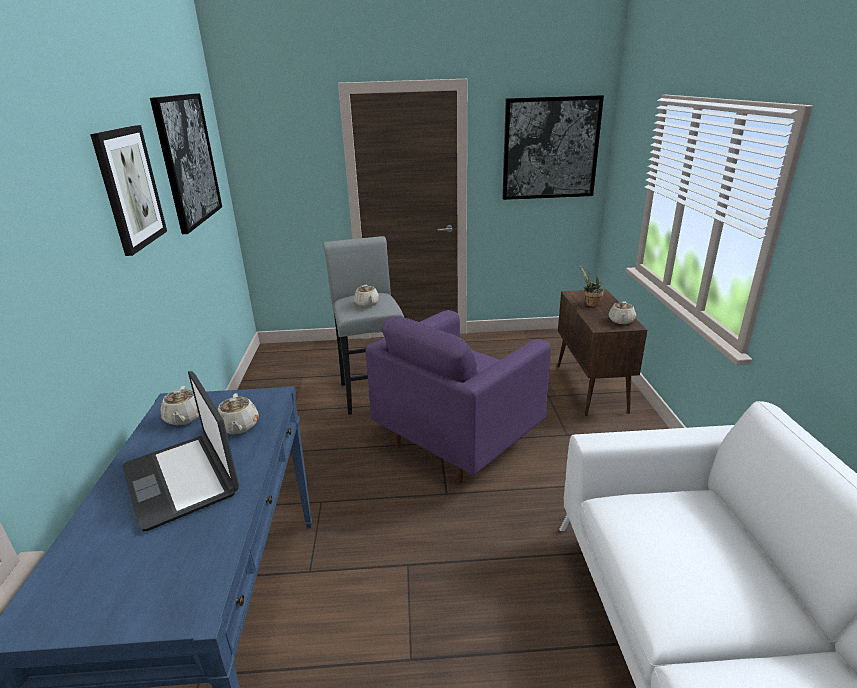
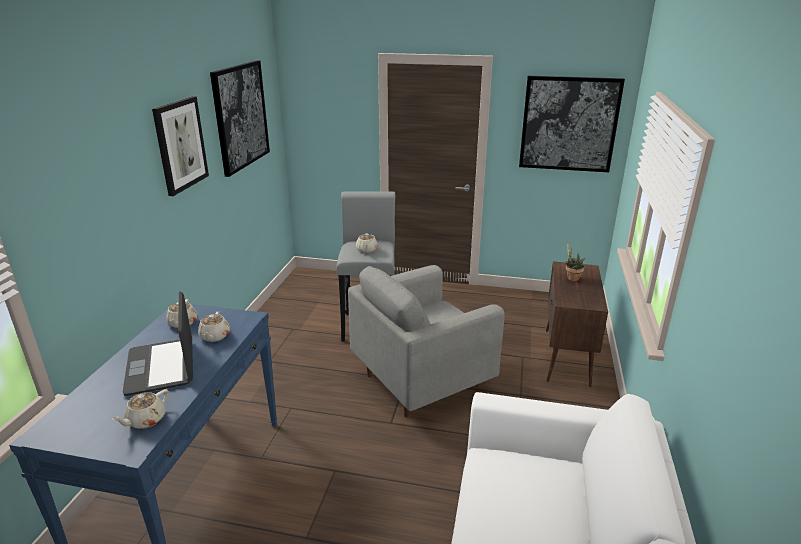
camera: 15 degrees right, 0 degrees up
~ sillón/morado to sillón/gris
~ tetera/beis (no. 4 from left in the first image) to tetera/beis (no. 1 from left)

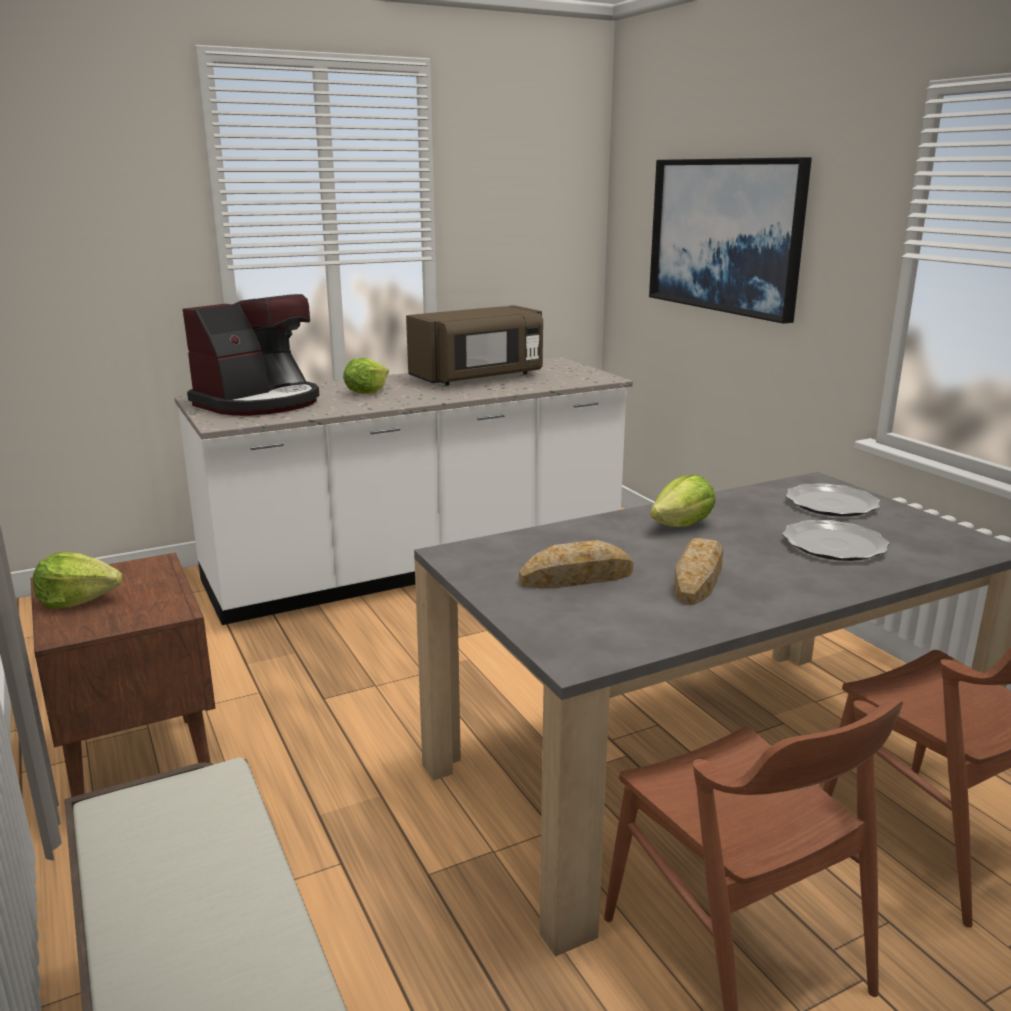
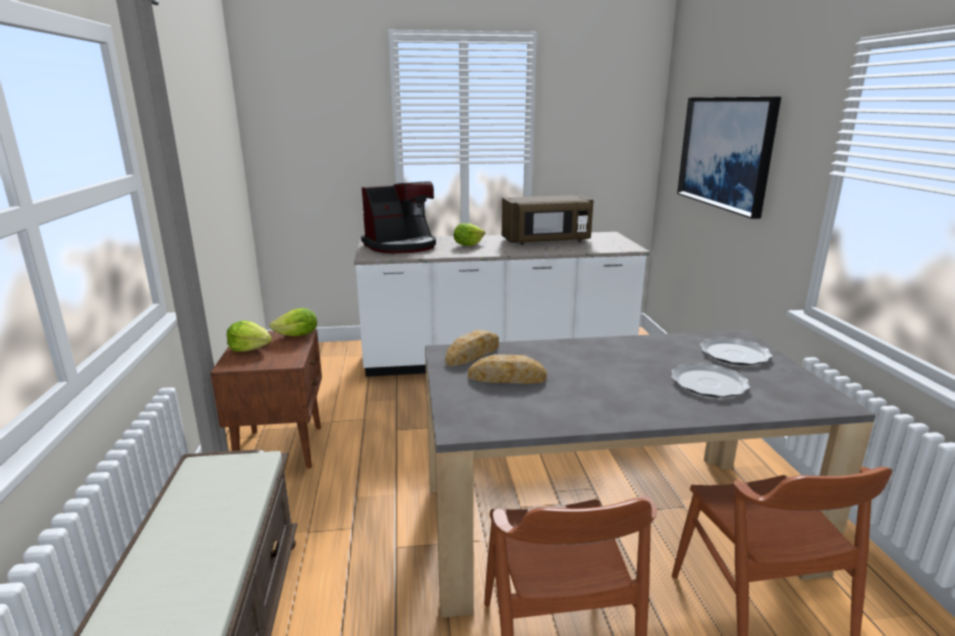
camera: 20 degrees right, 0 degrees up
~ lechuga (no. 3 from left in the first image) to lechuga (no. 2 from left)
~ pan (no. 2 from left in the first image) to pan (no. 1 from left)

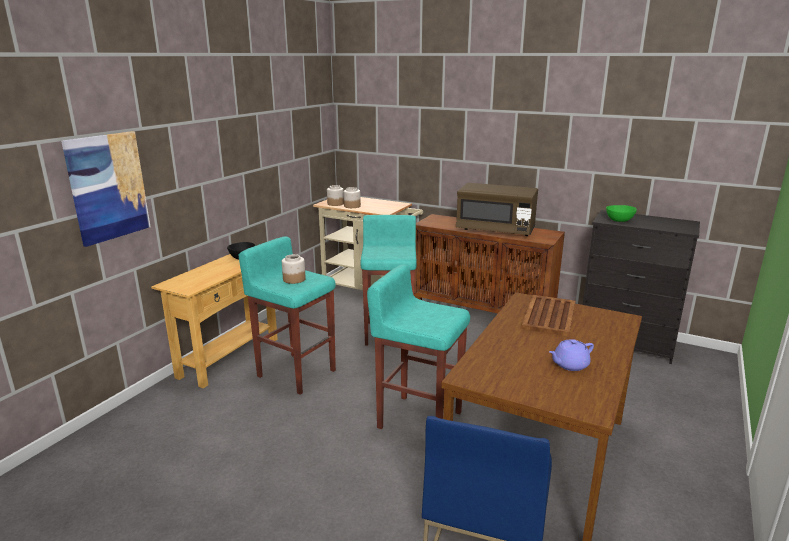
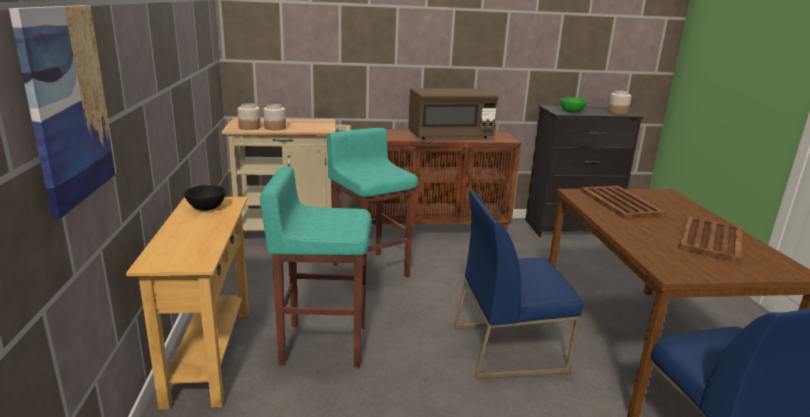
camera: 35 degrees left, 0 degrees up
~ tarro (no. 1 from left in the first image) to tarro (no. 3 from left)
~ taburete/turquesa (no. 3 from left) to silla/azul (no. 1 from left)
~ tetera/morado to bandeja/marrón (no. 2 from left)

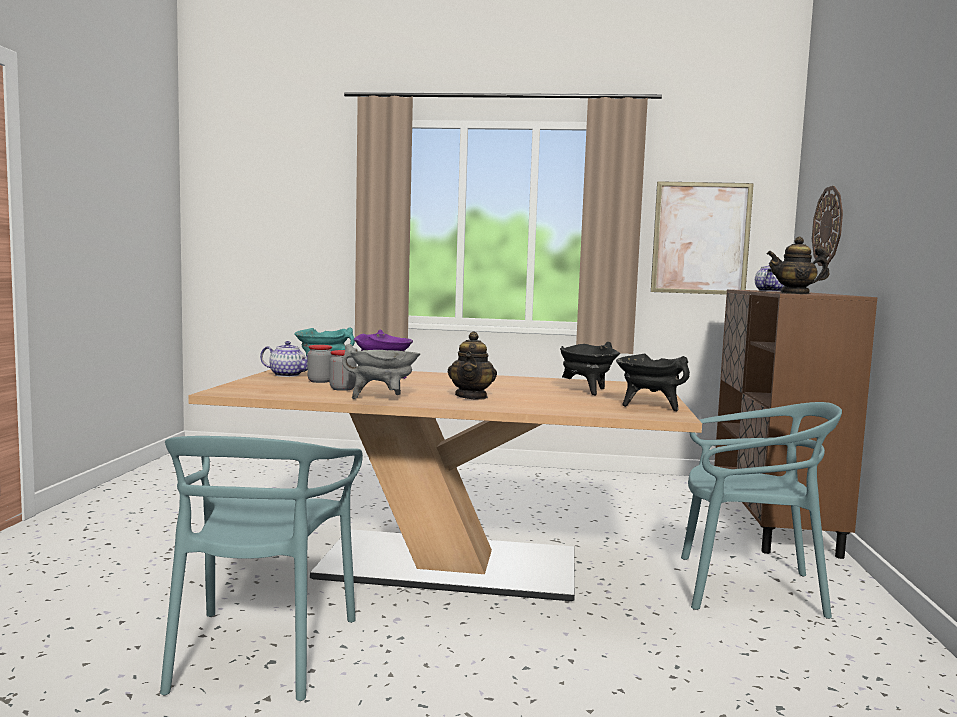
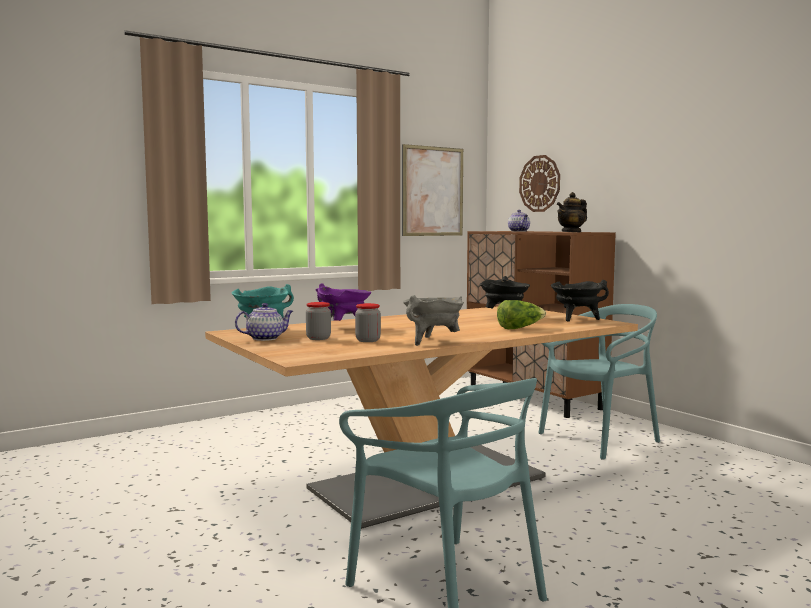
camera: 40 degrees left, 0 degrees up
- tetera (no. 2 from left)
+ lechuga

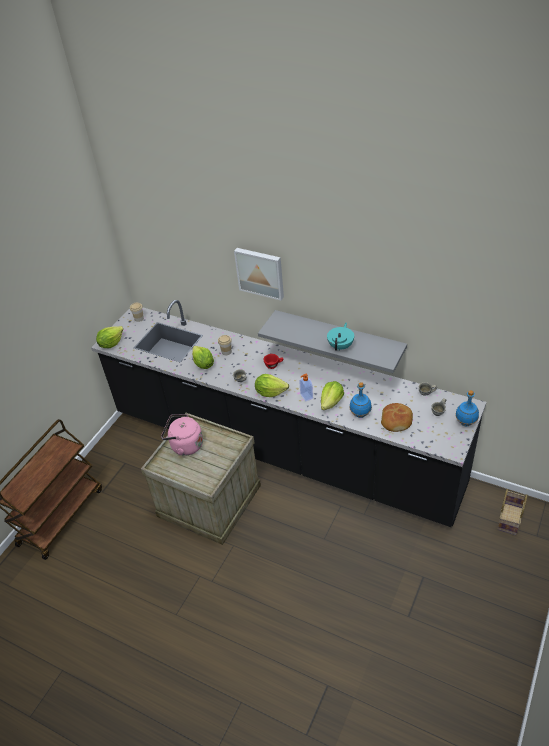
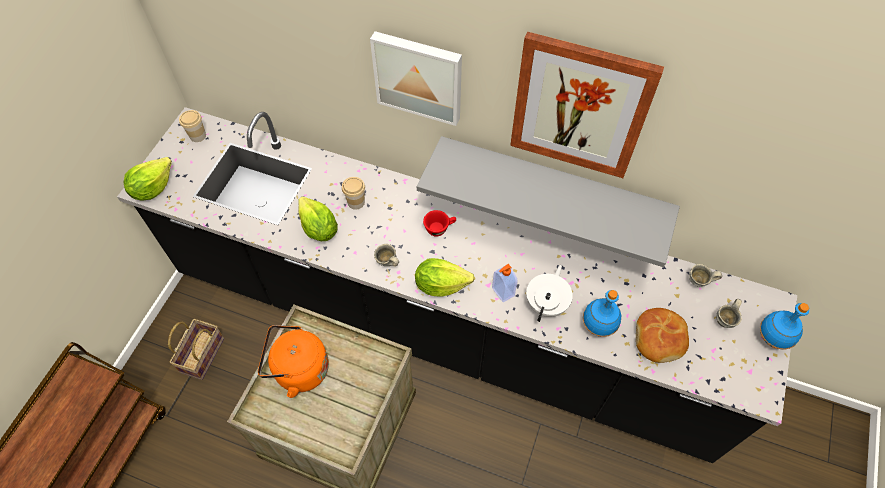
camera: 10 degrees left, 15 degrees up
~ hervidor/rosa to hervidor/naranja
~ lechuga (no. 4 from left) to tetera/blanco
- tetera/turquesa
~ cesta
+ cuadro (no. 2 from left)

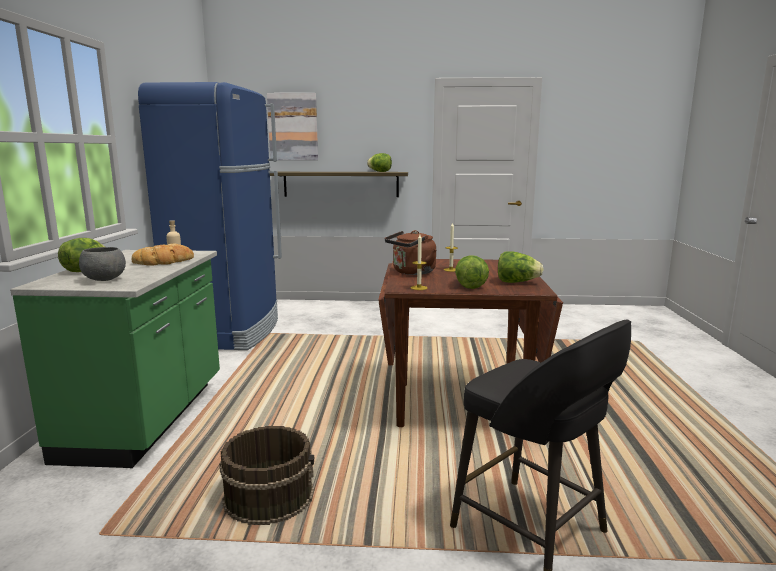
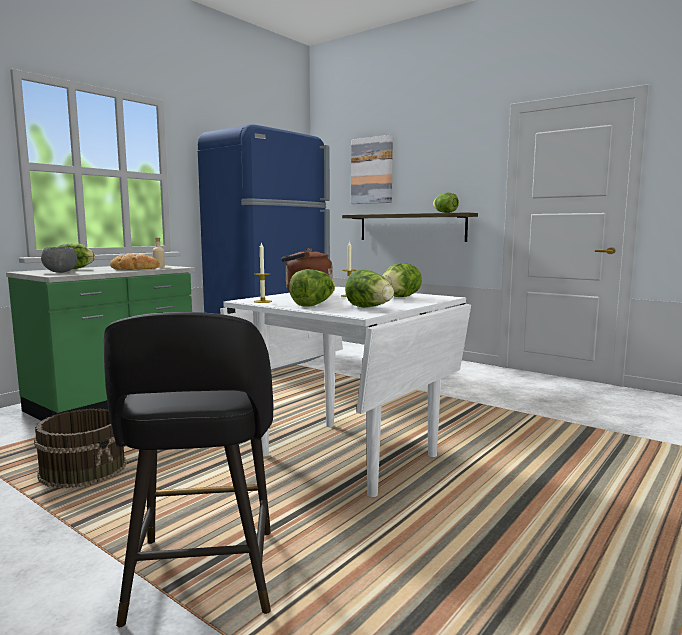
camera: 35 degrees right, 5 degrees down
~ mesa de comedor/marrón to mesa de comedor/blanco
+ lechuga (no. 4 from left)

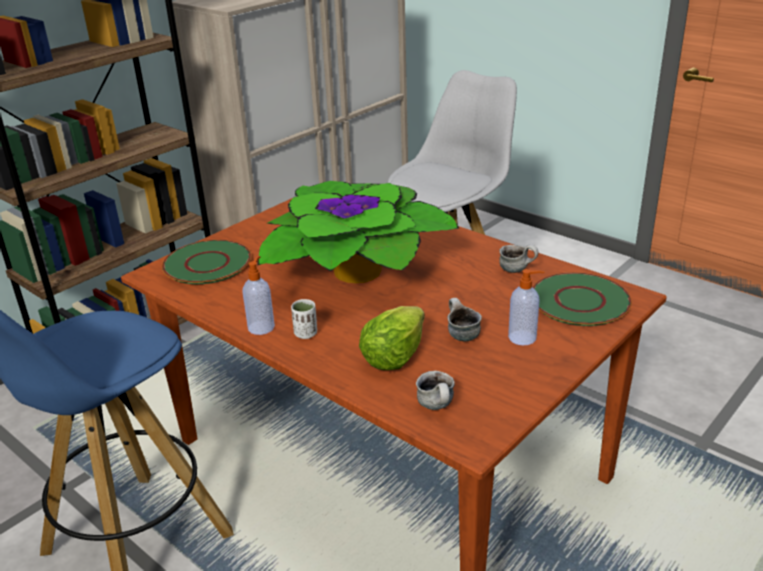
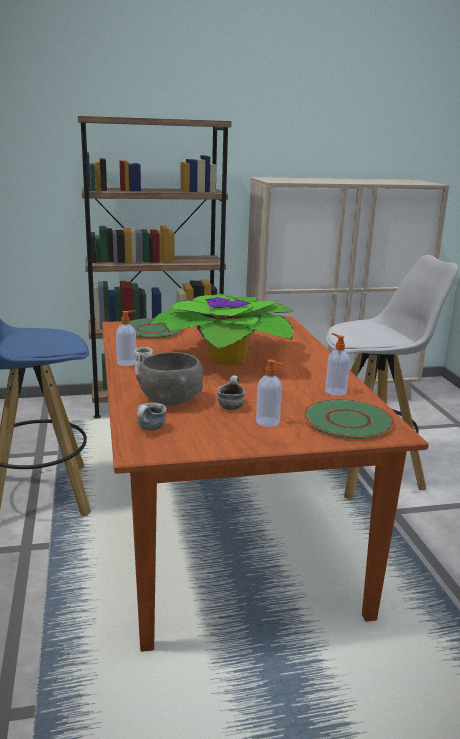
camera: 35 degrees right, 10 degrees down
~ lechuga to cuenco/gris
~ taza grande (no. 3 from left) to dispensador de jabón (no. 3 from left)

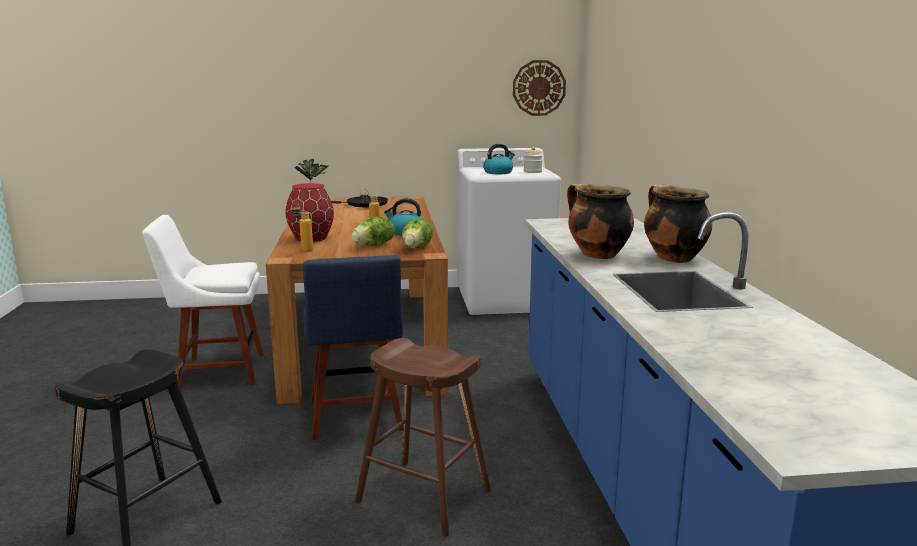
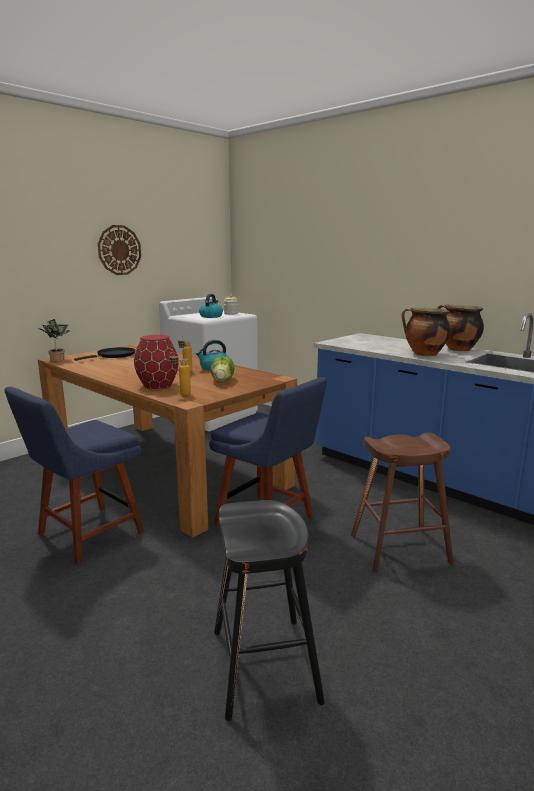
camera: 40 degrees left, 0 degrees up
~ silla/blanco to silla/azul (no. 1 from left)
- lechuga (no. 2 from left)
~ reloj de pared

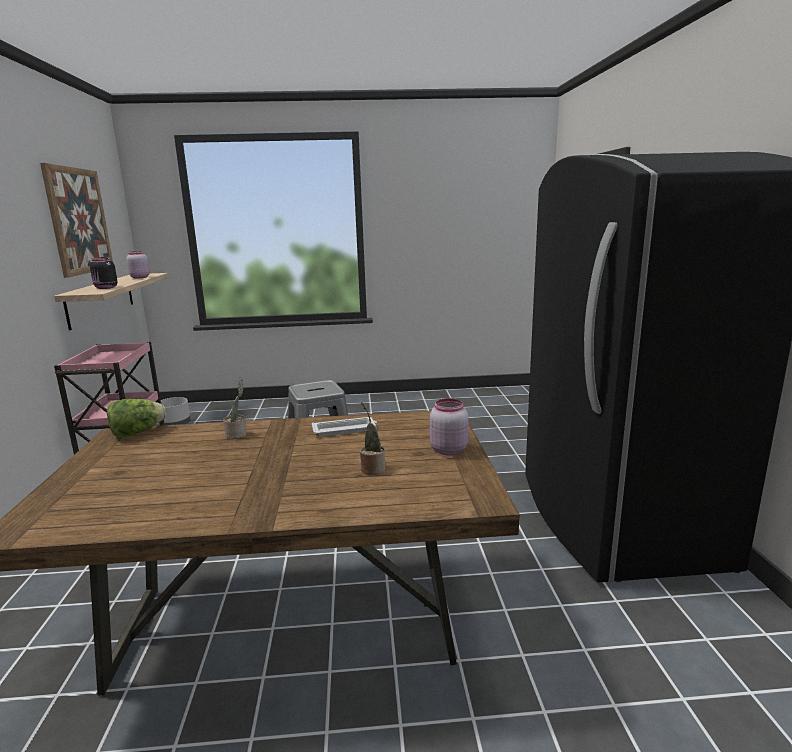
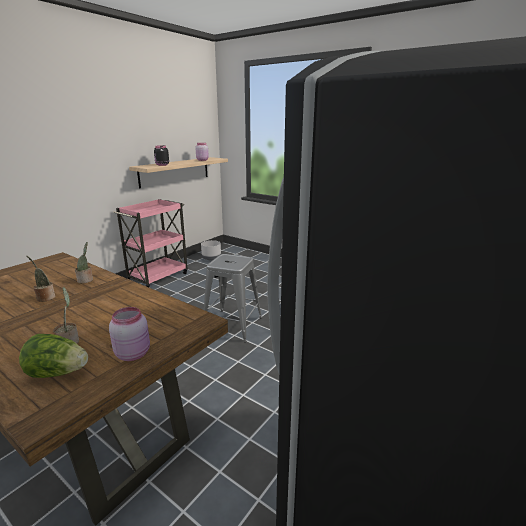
camera: 40 degrees right, 5 degrees up
- cuadro
~ lechuga
- bandeja/blanco
+ planta en maceta (no. 1 from left)

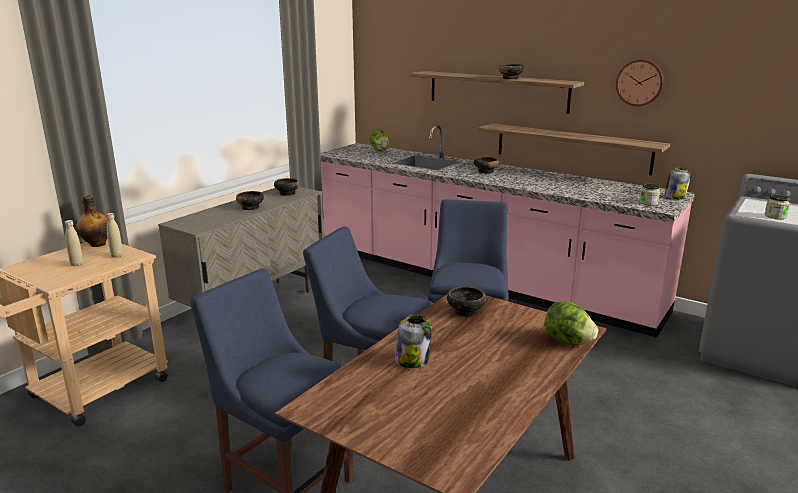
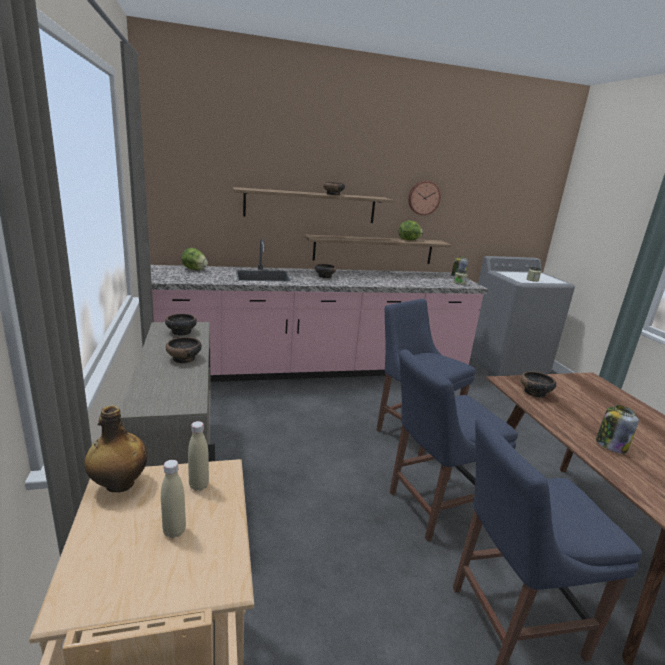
camera: 50 degrees left, 0 degrees up
~ lechuga (no. 2 from left)

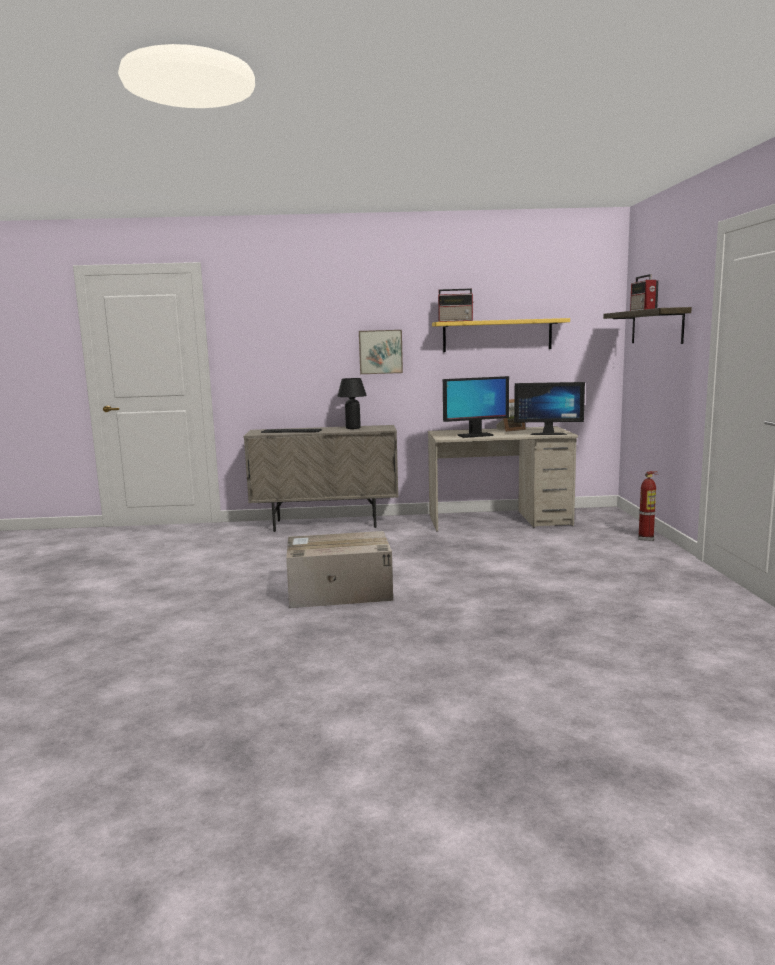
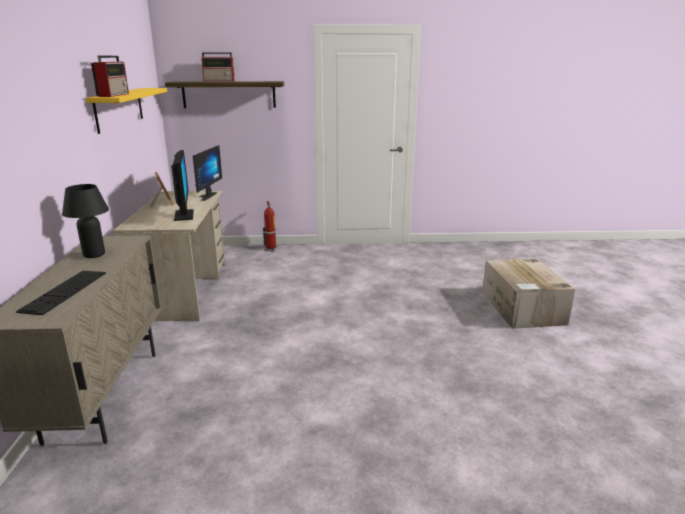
camera: 90 degrees left, 10 degrees up
~ caja de cartón
- cuadro

